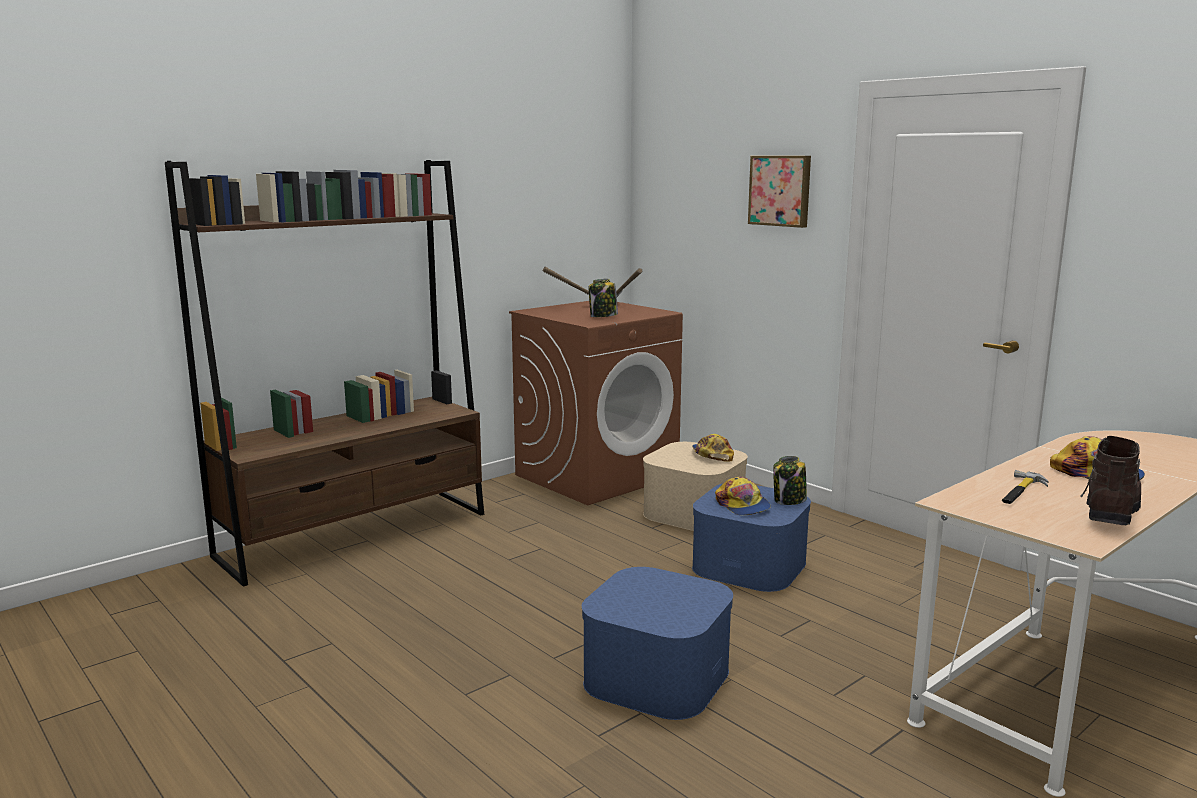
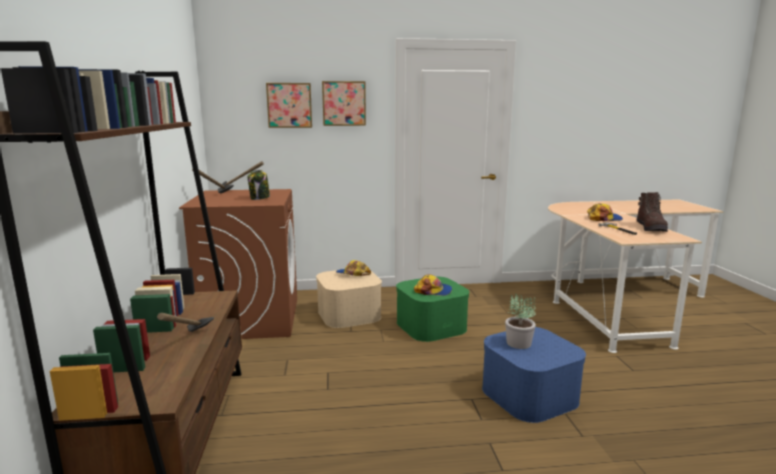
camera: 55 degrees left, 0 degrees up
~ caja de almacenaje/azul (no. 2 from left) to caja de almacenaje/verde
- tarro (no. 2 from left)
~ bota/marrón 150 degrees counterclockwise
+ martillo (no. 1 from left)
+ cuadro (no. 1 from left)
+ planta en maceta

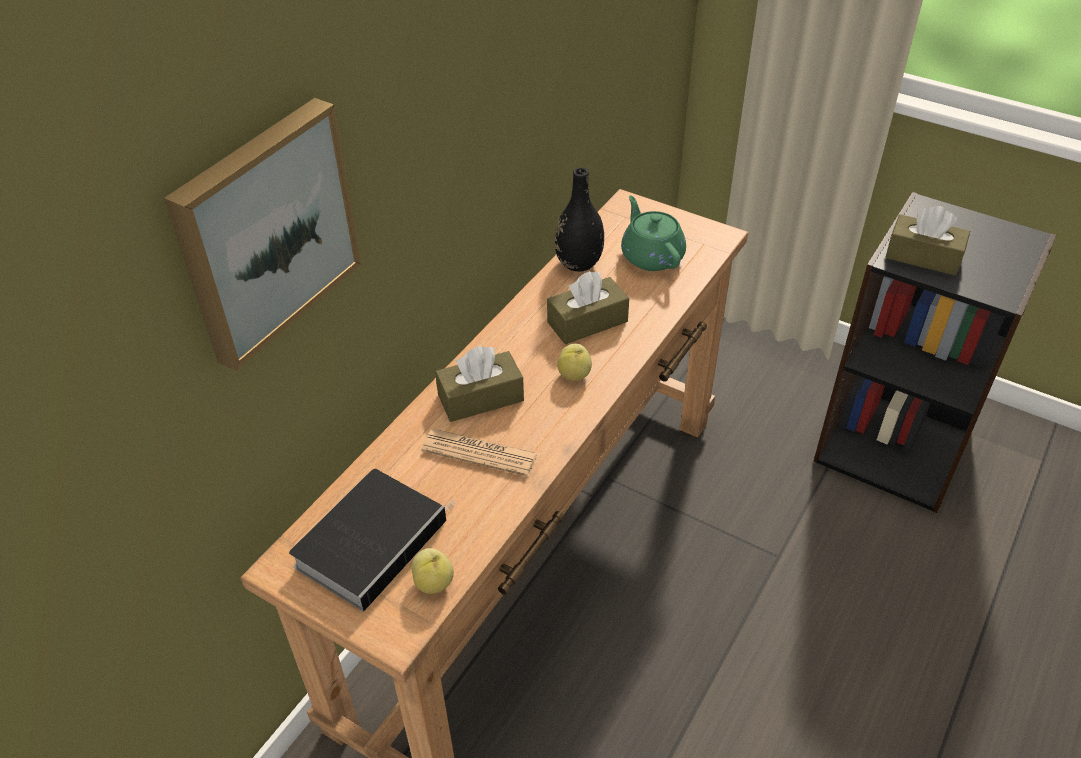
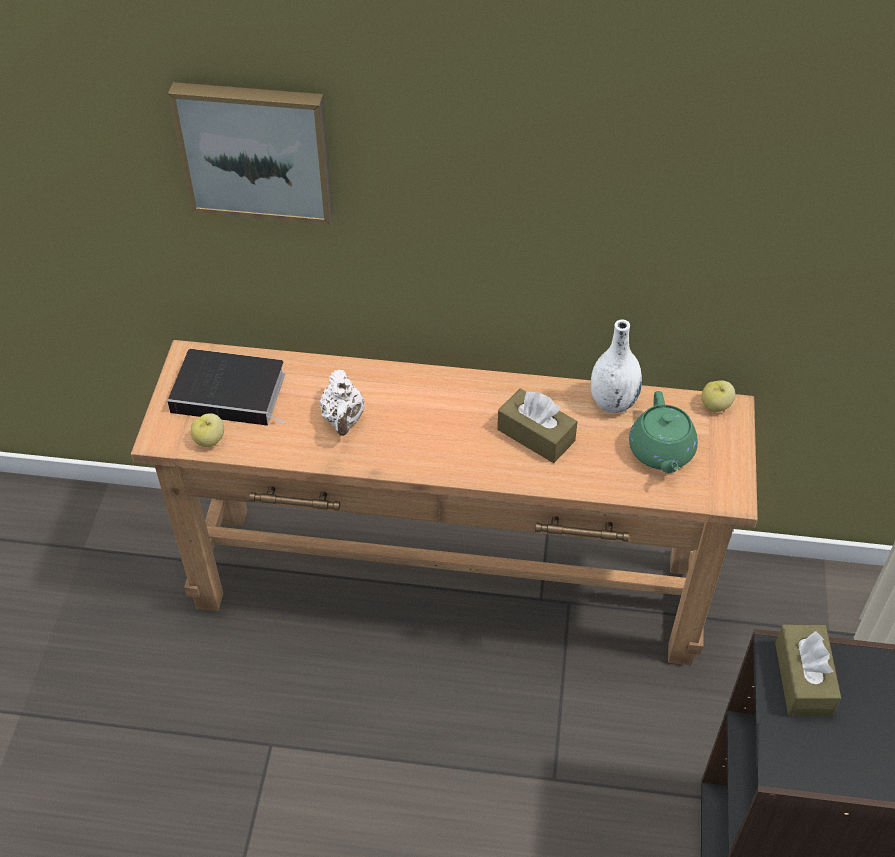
camera: 65 degrees right, 5 degrees up
~ periódico to tetera/blanco
- caja de pañuelos/marrón (no. 1 from left)
~ florero/negro to florero/blanco
~ manzana (no. 2 from left)
~ tetera/verde 135 degrees clockwise

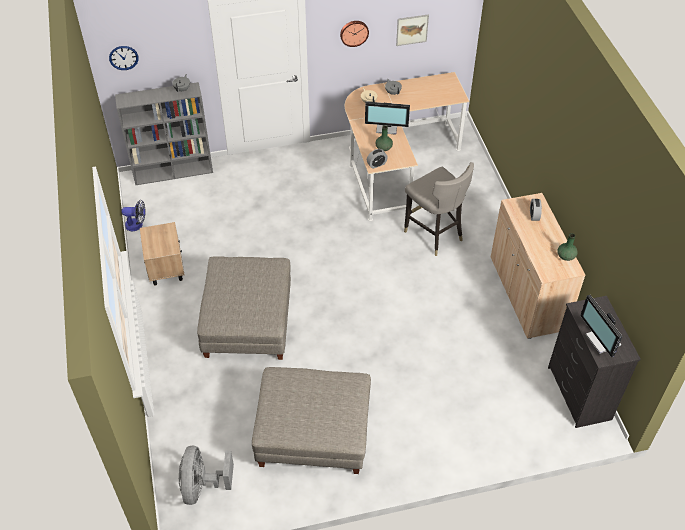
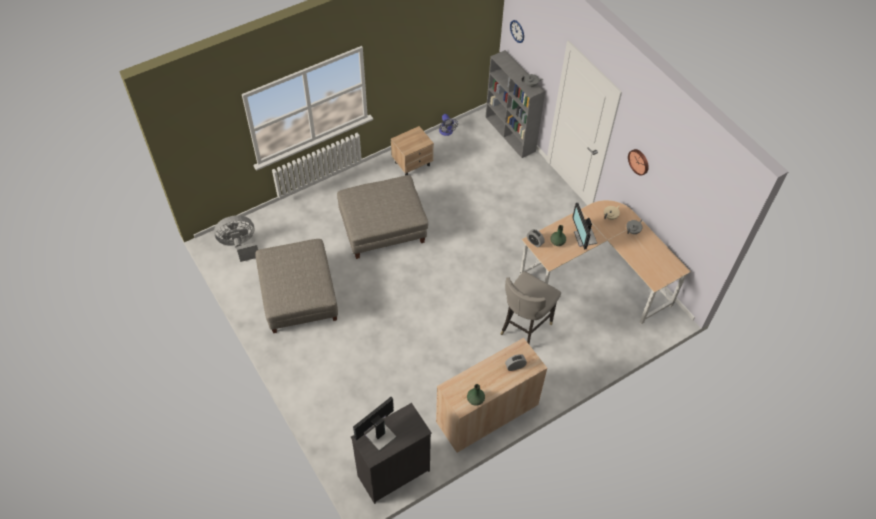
camera: 70 degrees right, 5 degrees up
- cuadro

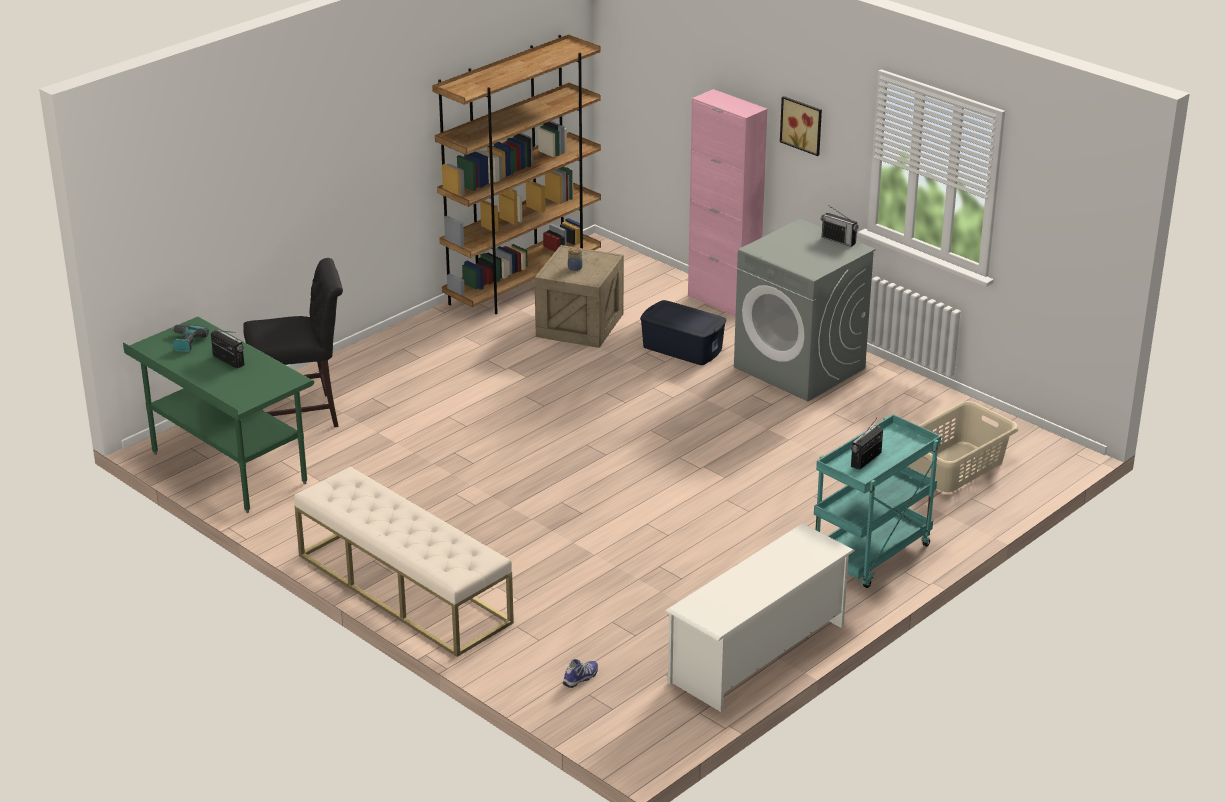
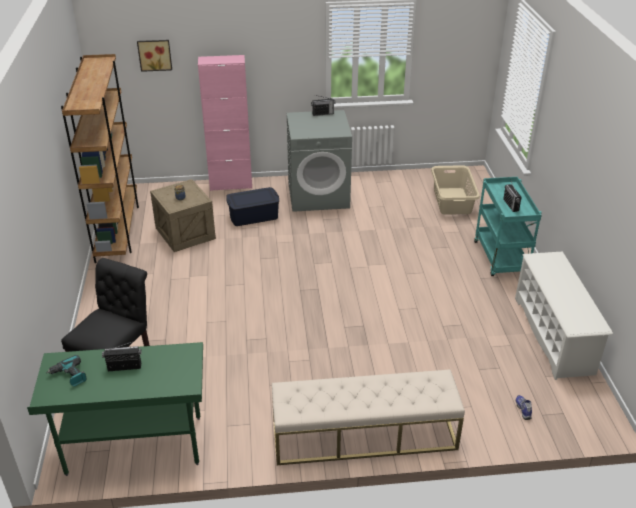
camera: 50 degrees left, 5 degrees up
~ cuadro

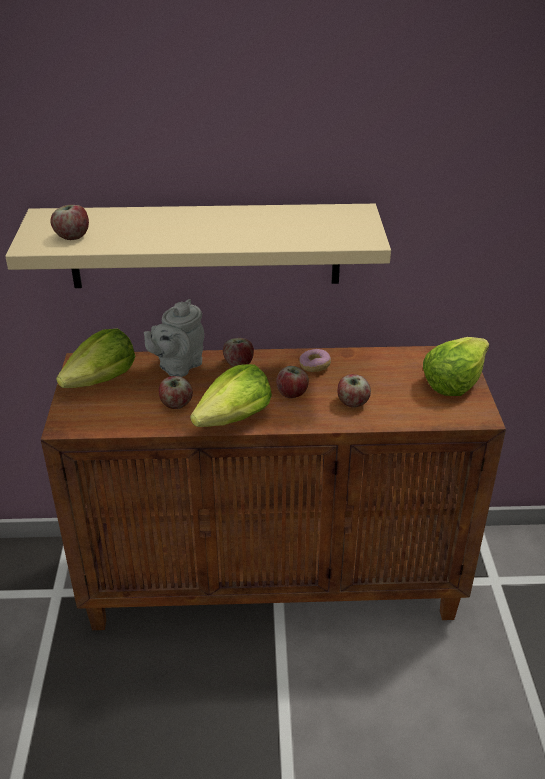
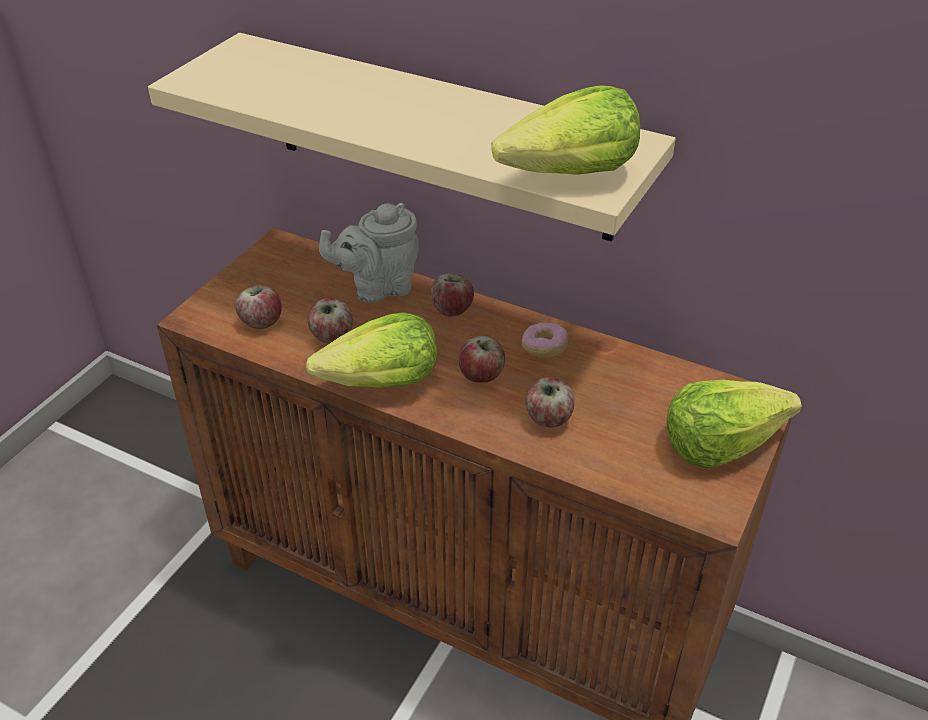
camera: 30 degrees right, 5 degrees up
~ manzana (no. 1 from left)
~ lechuga (no. 1 from left in the first image) to lechuga (no. 2 from left)

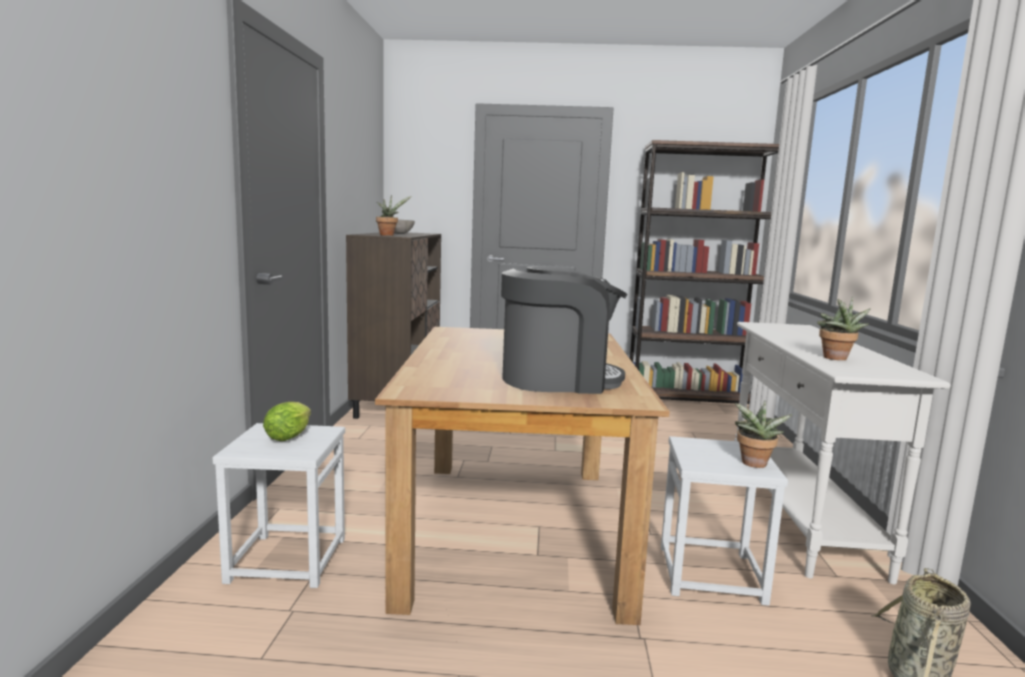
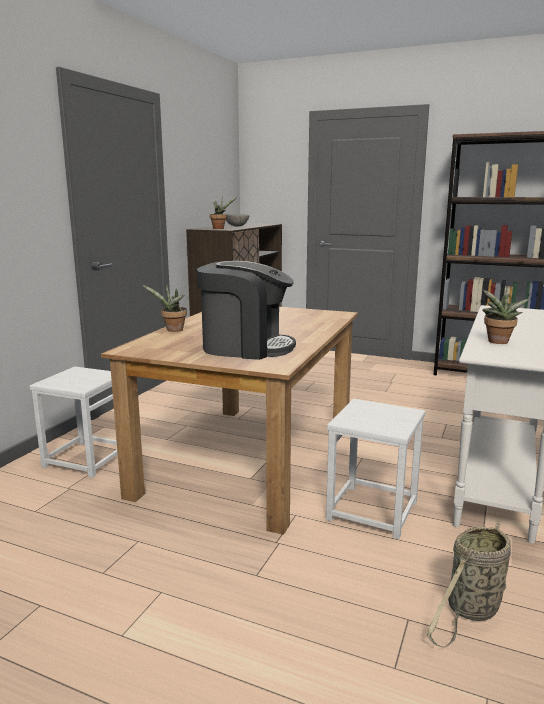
camera: 20 degrees right, 5 degrees up
- lechuga
~ planta en maceta (no. 2 from left in the first image) to planta en maceta (no. 1 from left)

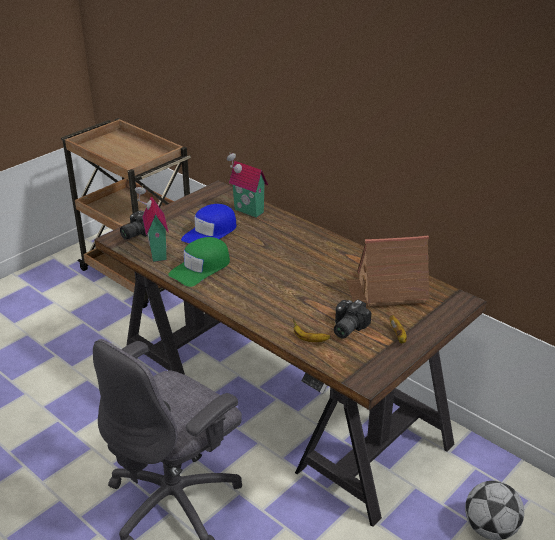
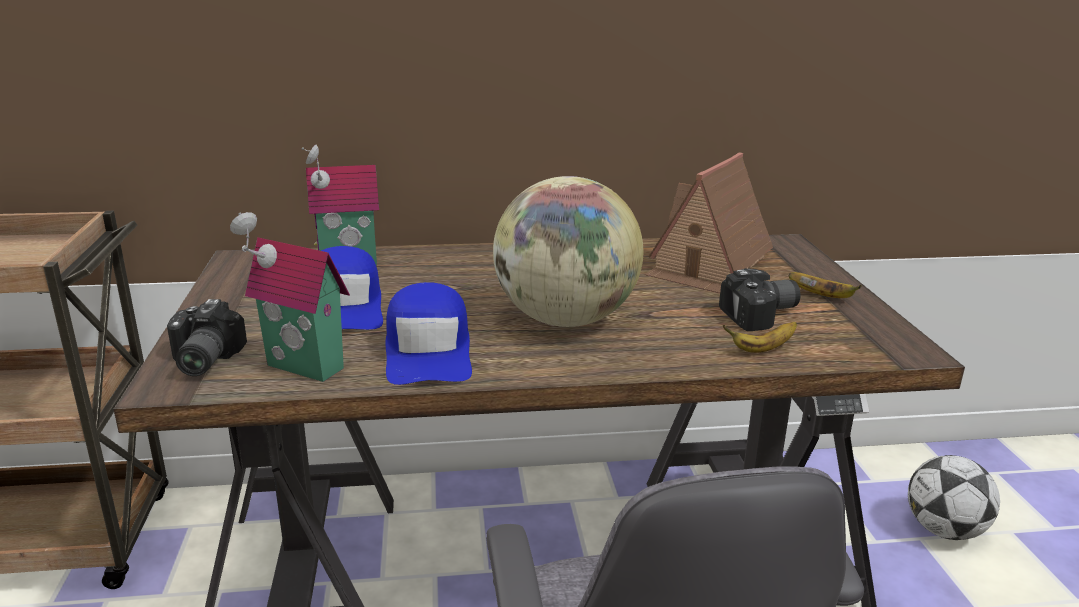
camera: 50 degrees left, 10 degrees down
~ gorra/verde to gorra/azul (no. 2 from left)
~ cámara (no. 2 from left) 90 degrees counterclockwise
+ globo terráqueo

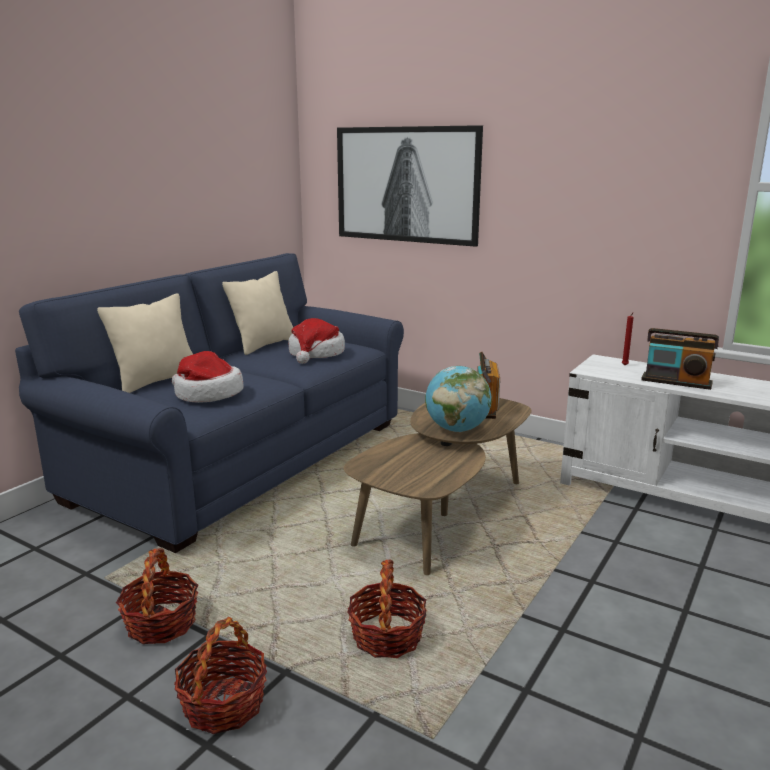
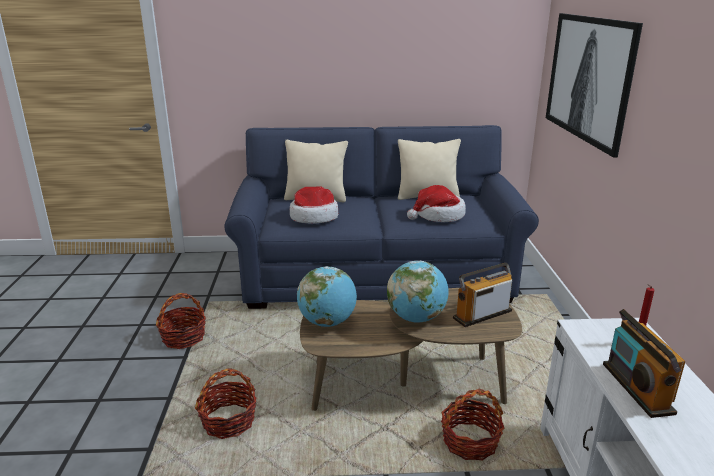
camera: 55 degrees right, 5 degrees up
~ cesta (no. 2 from left in the first image) to cesta (no. 3 from left)
+ globo terráqueo (no. 1 from left)

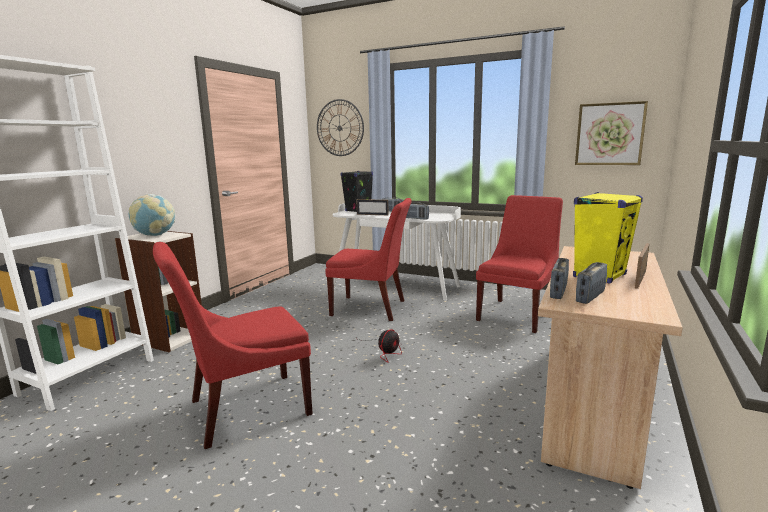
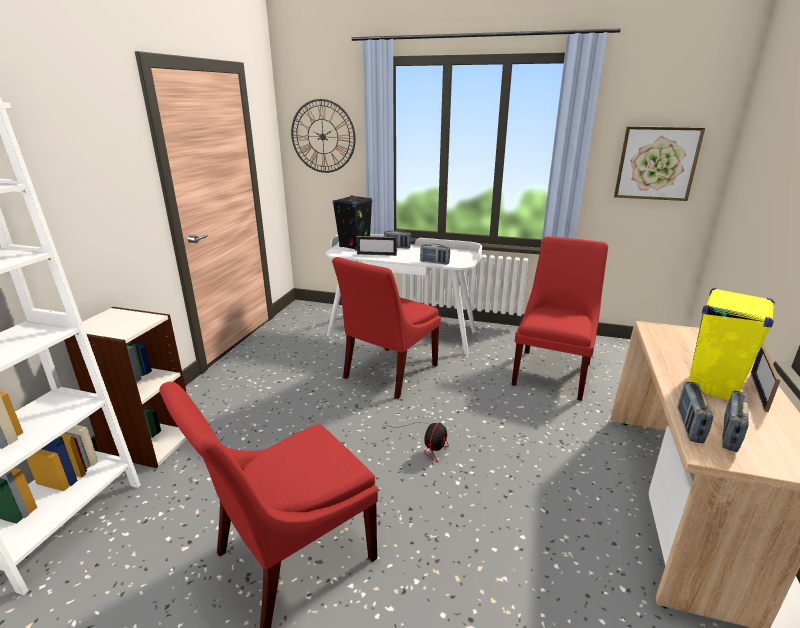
camera: 10 degrees left, 10 degrees up
- globo terráqueo
~ silla/rojo (no. 2 from left) 120 degrees clockwise

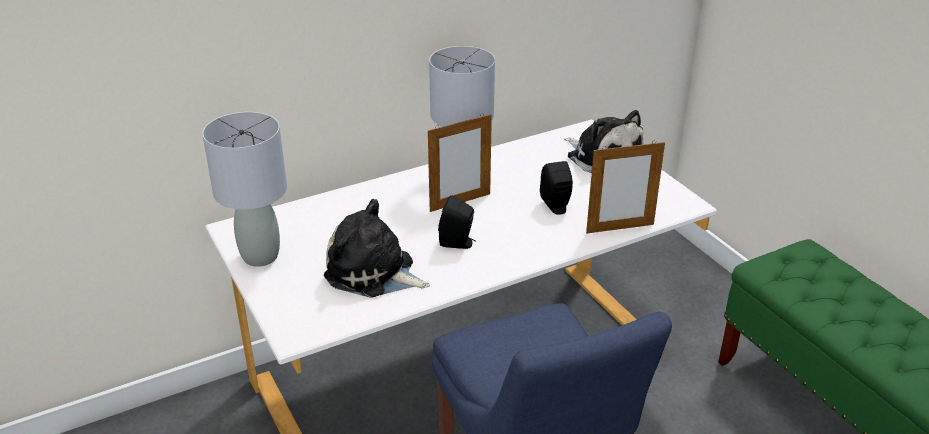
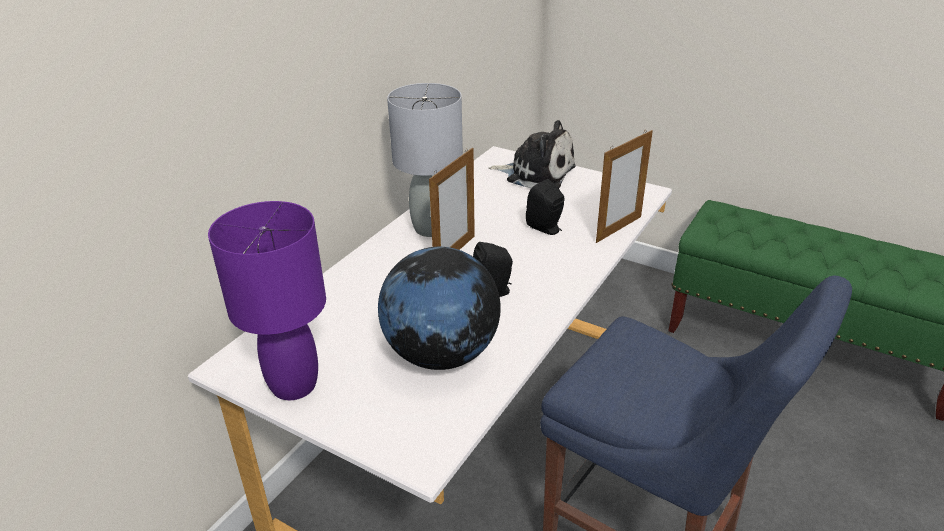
camera: 30 degrees left, 0 degrees up
~ lámpara de mesa/gris (no. 1 from left) to lámpara de mesa/morado
~ peluche (no. 1 from left) to globo terráqueo

